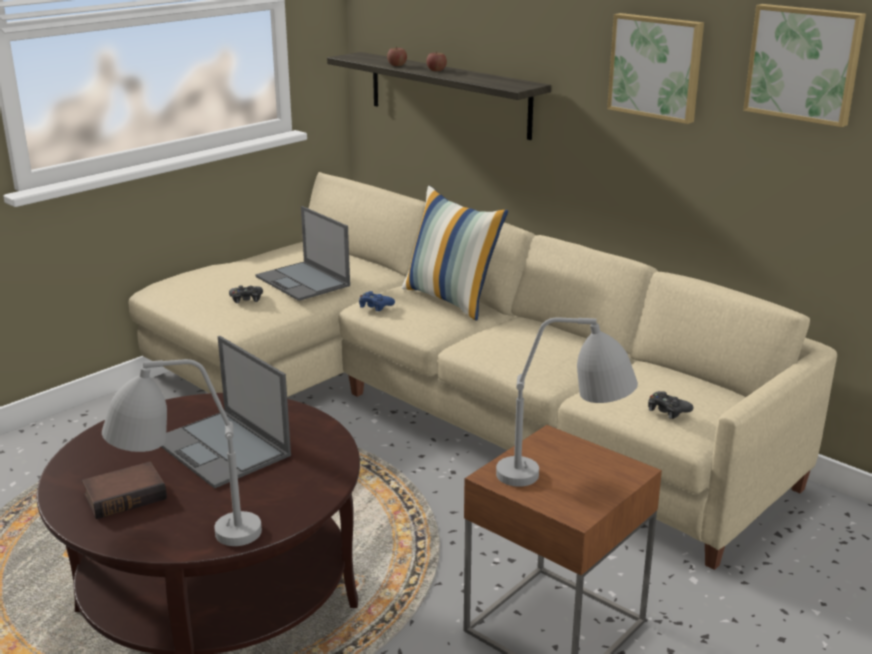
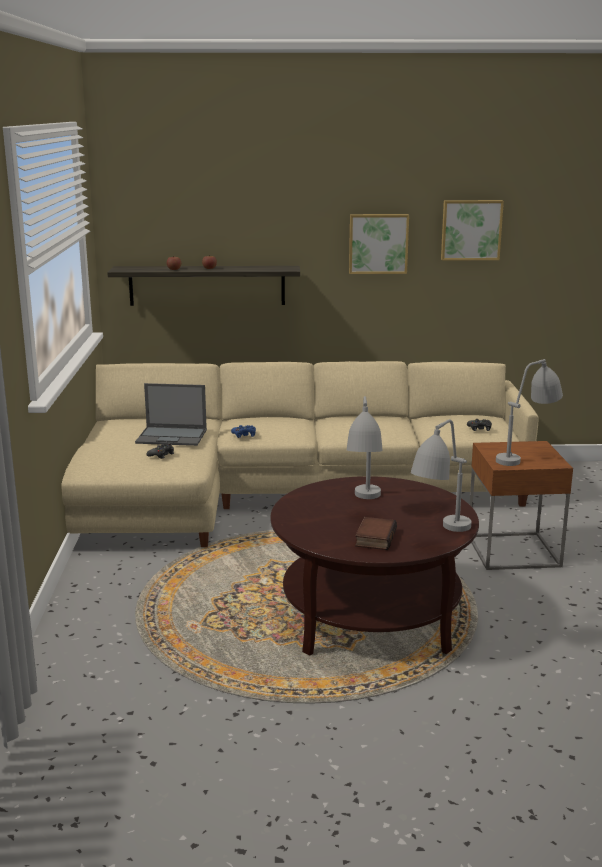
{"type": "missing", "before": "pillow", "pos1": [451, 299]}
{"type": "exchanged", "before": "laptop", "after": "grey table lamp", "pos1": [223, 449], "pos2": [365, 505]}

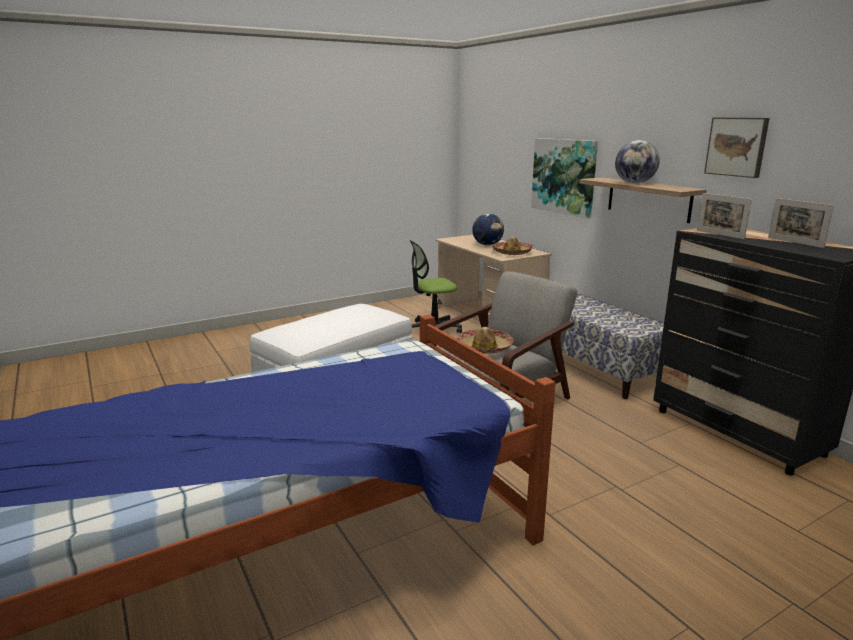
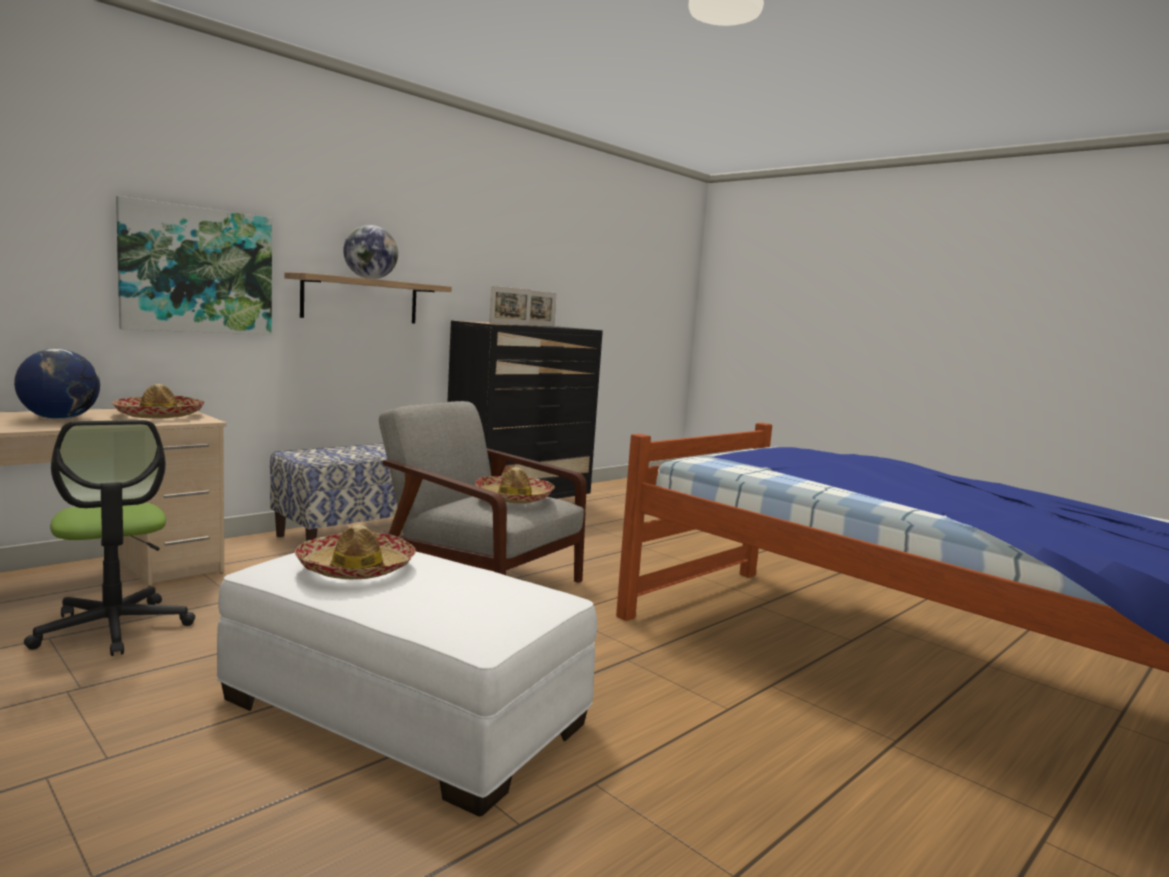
{"type": "missing", "before": "picture", "pos1": [737, 146]}
{"type": "appeared", "after": "hat", "pos2": [356, 568]}

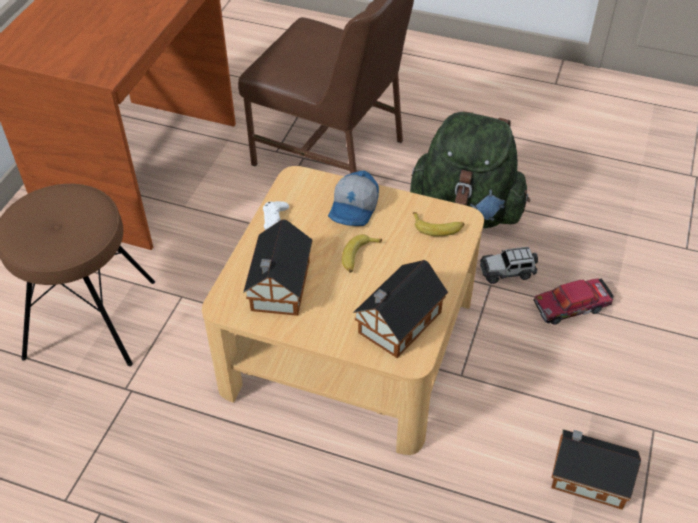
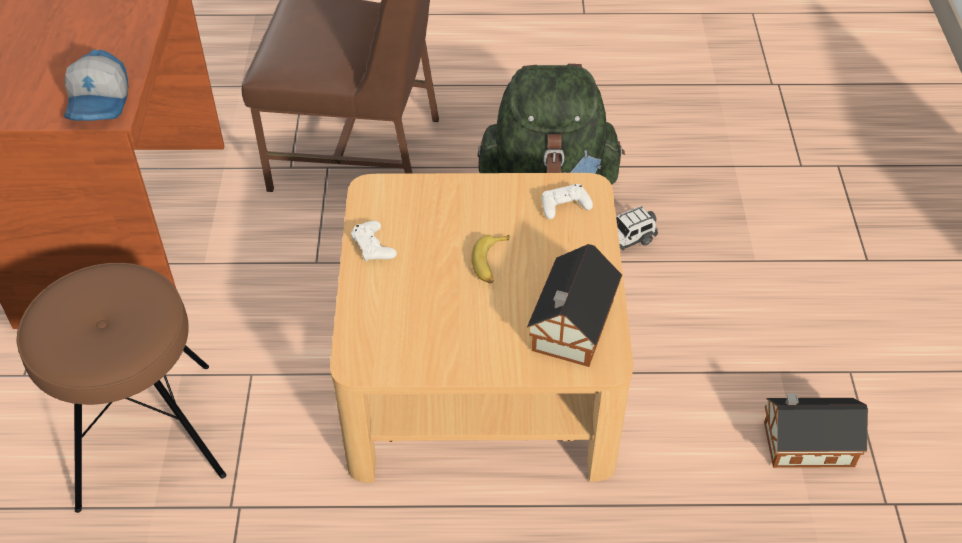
{"type": "missing", "before": "toy house", "pos1": [279, 288]}
{"type": "missing", "before": "toy car", "pos1": [572, 306]}
{"type": "relocated", "before": "cap", "pos1": [355, 208], "pos2": [100, 101]}
{"type": "exchanged", "before": "banana", "after": "white game controller", "pos1": [438, 227], "pos2": [564, 206]}

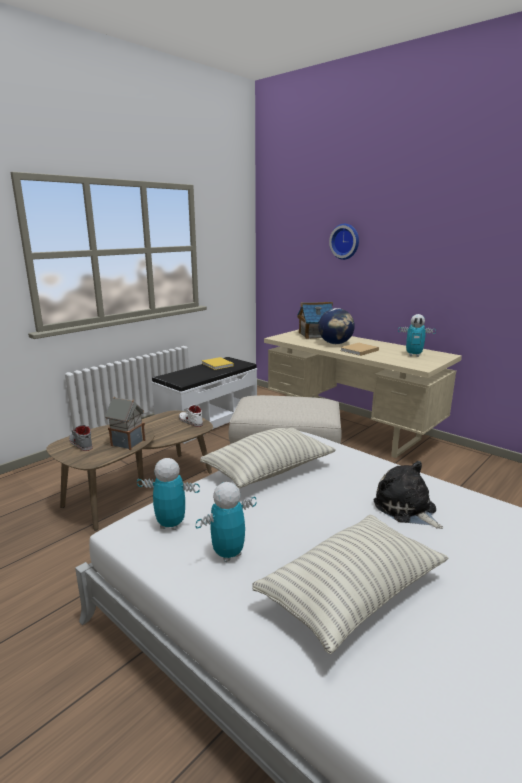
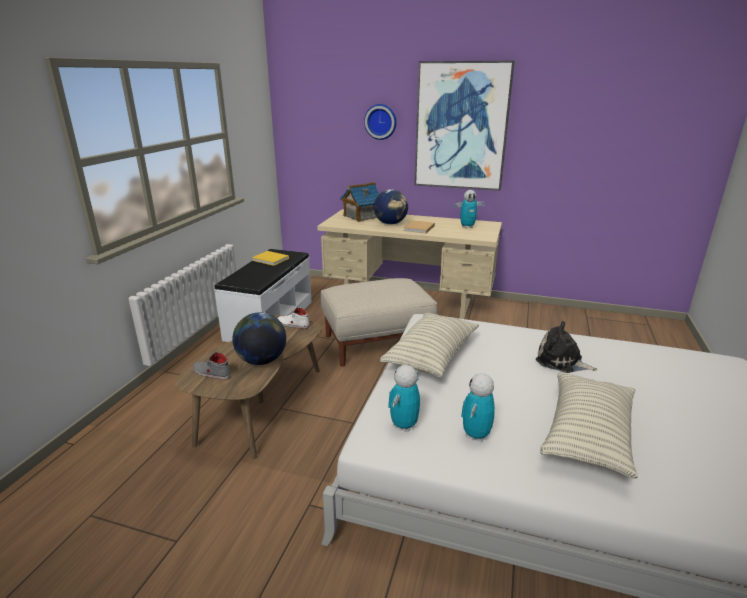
{"type": "appeared", "after": "picture", "pos2": [461, 126]}
{"type": "exchanged", "before": "toy house", "after": "globe", "pos1": [127, 443], "pos2": [261, 360]}
{"type": "spun", "before": "toy robot", "pos1": [171, 524], "pos2": [404, 425], "turn": -45}

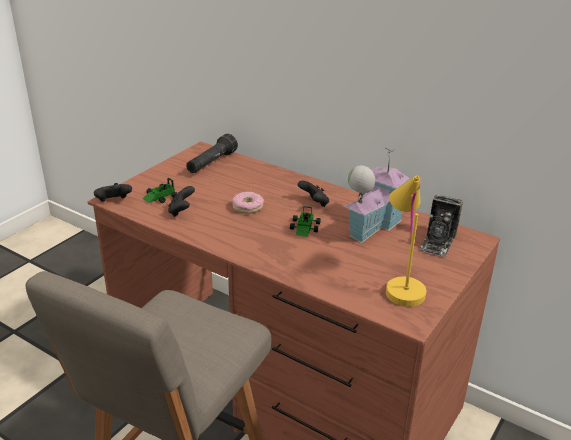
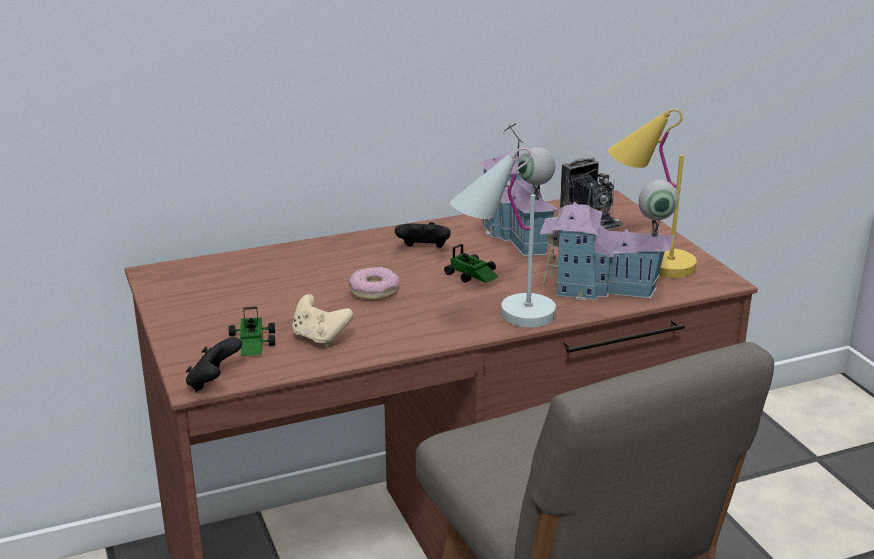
{"type": "missing", "before": "black flashlight", "pos1": [211, 163]}
{"type": "appeared", "after": "white table lamp", "pos2": [502, 315]}
{"type": "appeared", "after": "toy house", "pos2": [602, 288]}
{"type": "colour", "before": "black game controller", "after": "beige game controller", "pos1": [181, 211], "pos2": [320, 338]}

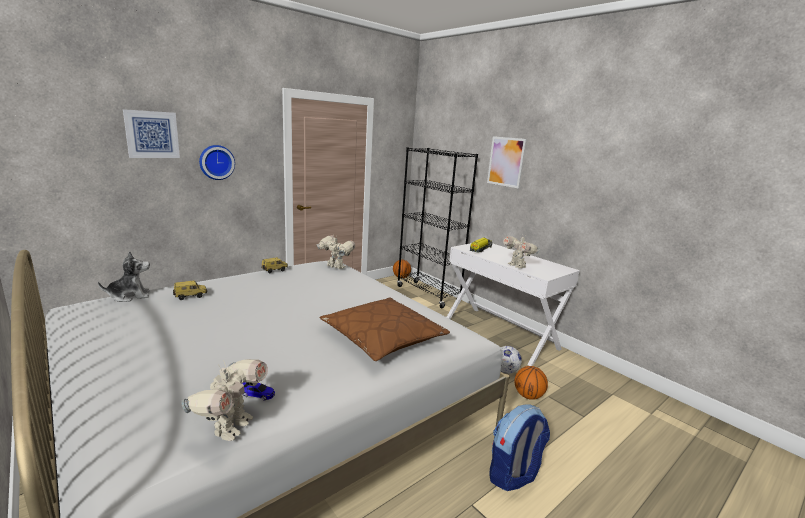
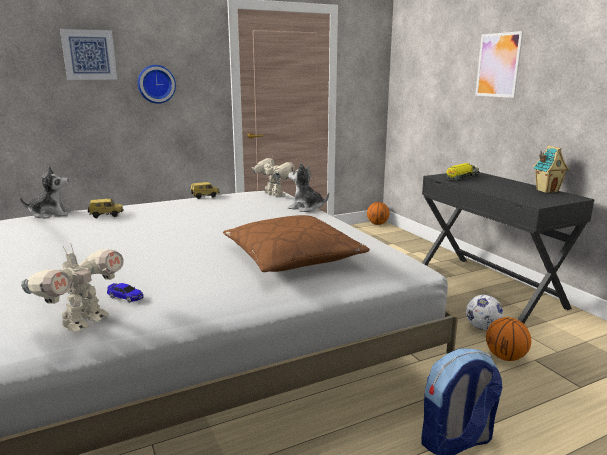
{"type": "missing", "before": "black bookcase", "pos1": [428, 294]}
{"type": "missing", "before": "toy robot", "pos1": [517, 266]}
{"type": "appeared", "after": "plush toy", "pos2": [306, 208]}
{"type": "appeared", "after": "toy house", "pos2": [547, 190]}
{"type": "colour", "before": "white desk", "after": "black desk", "pos1": [500, 334], "pos2": [488, 287]}

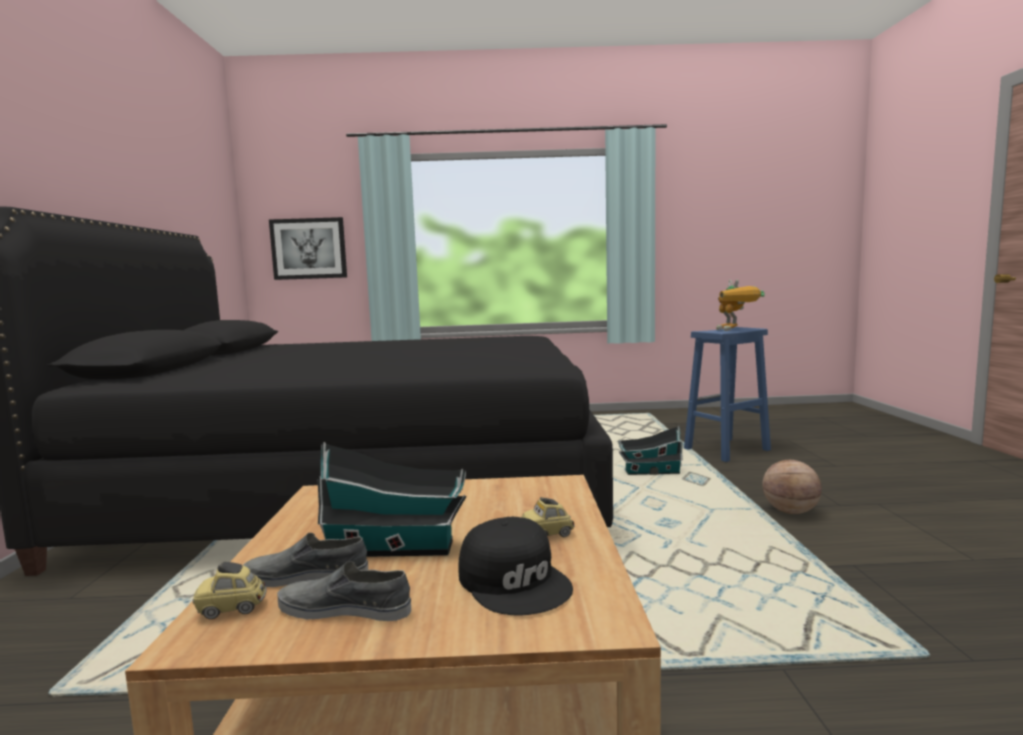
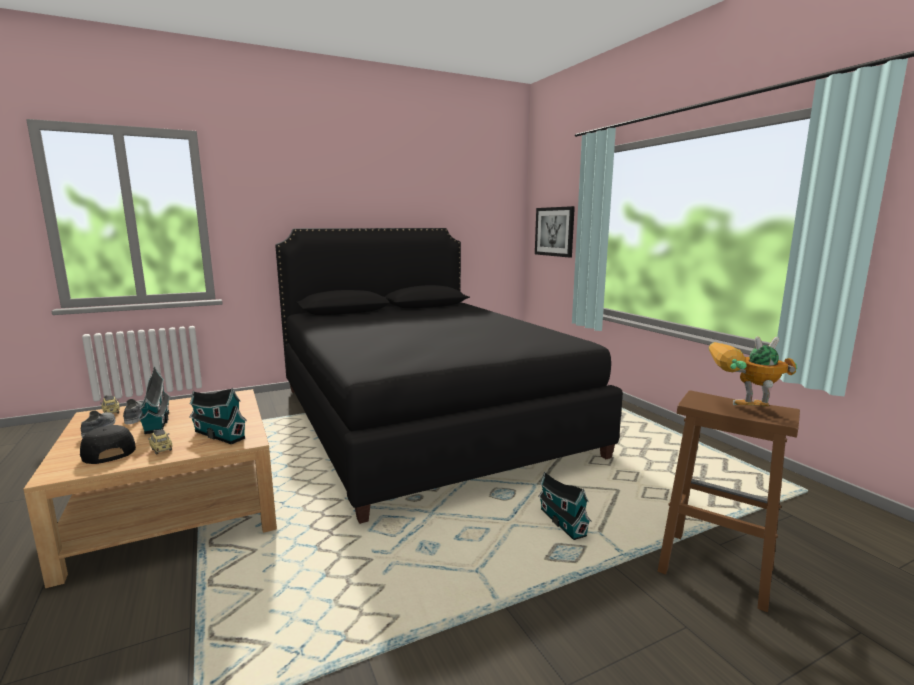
{"type": "missing", "before": "basketball", "pos1": [790, 511]}
{"type": "appeared", "after": "toy house", "pos2": [218, 434]}
{"type": "colour", "before": "blue stool", "after": "brown stool", "pos1": [726, 450], "pos2": [713, 569]}
{"type": "spun", "before": "black cap", "pos1": [515, 581], "pos2": [107, 451], "turn": 105}
{"type": "spun", "before": "toy robot", "pos1": [735, 330], "pos2": [740, 410], "turn": 45}

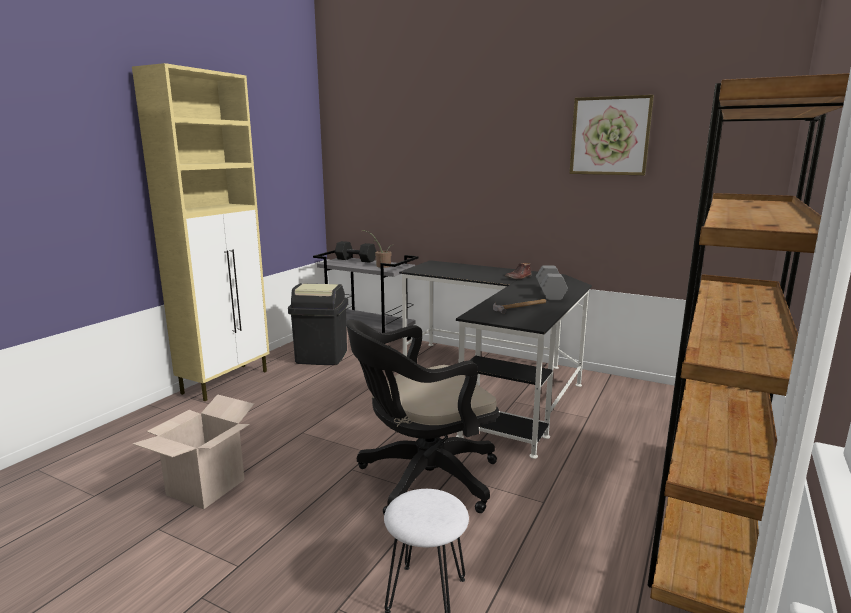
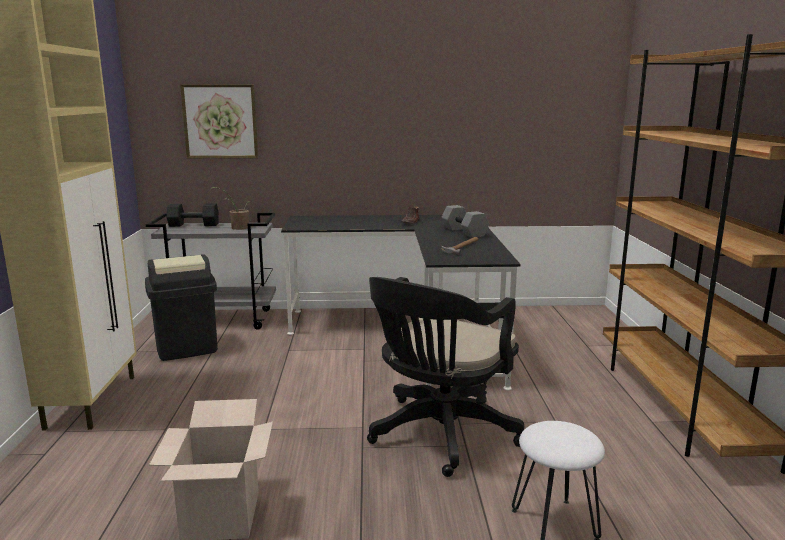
{"type": "relocated", "before": "picture", "pos1": [610, 136], "pos2": [220, 121]}

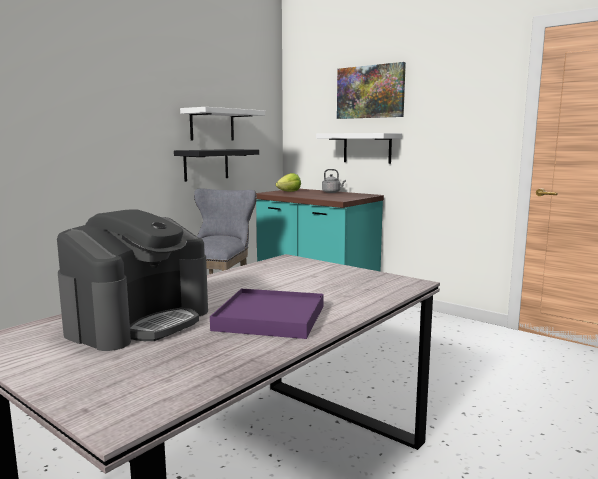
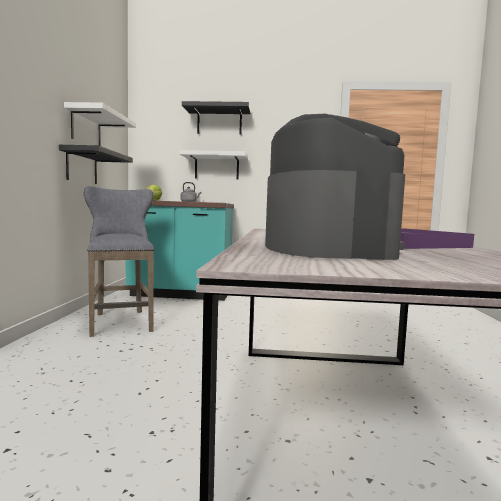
{"type": "exchanged", "before": "picture", "after": "black shelf", "pos1": [370, 92], "pos2": [219, 122]}

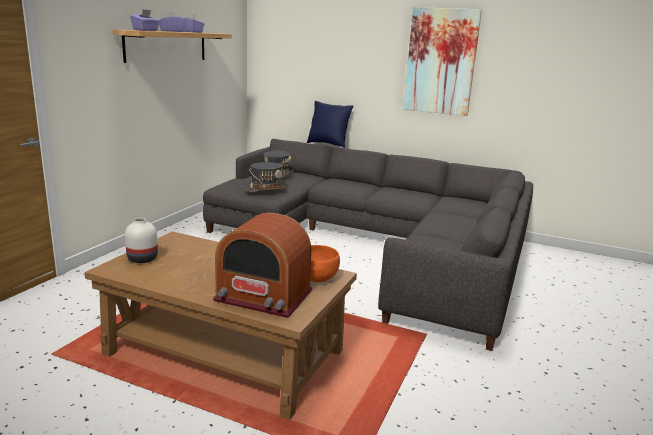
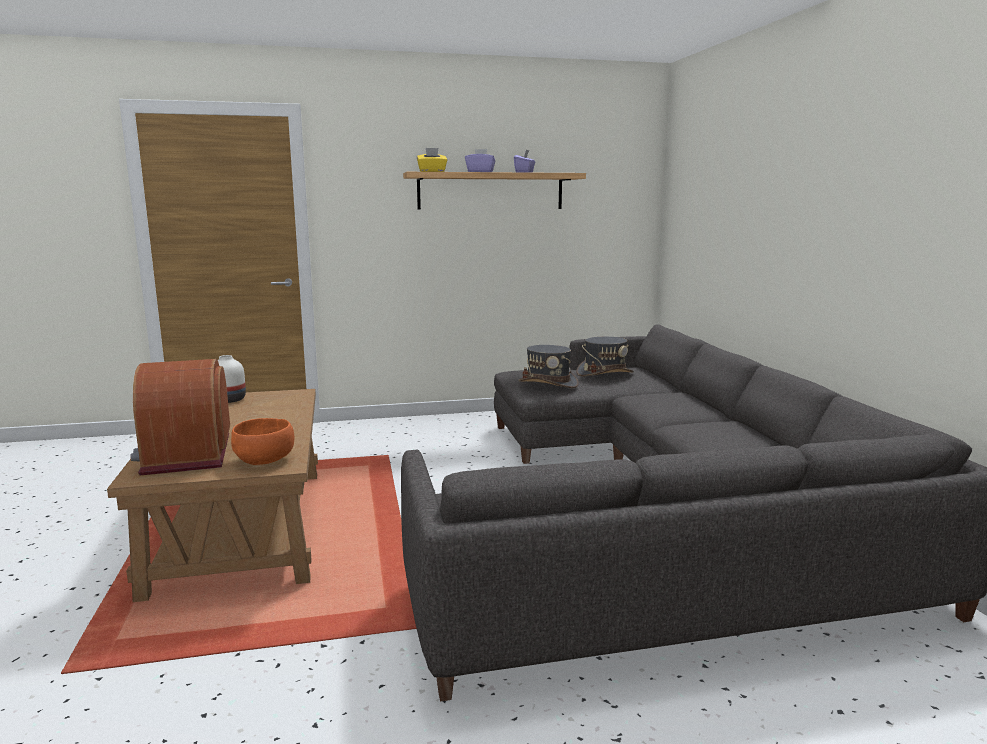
{"type": "missing", "before": "blue pillow", "pos1": [328, 144]}
{"type": "missing", "before": "picture", "pos1": [441, 61]}
{"type": "colour", "before": "purple tissue box", "after": "yellow tissue box", "pos1": [146, 30], "pos2": [432, 171]}

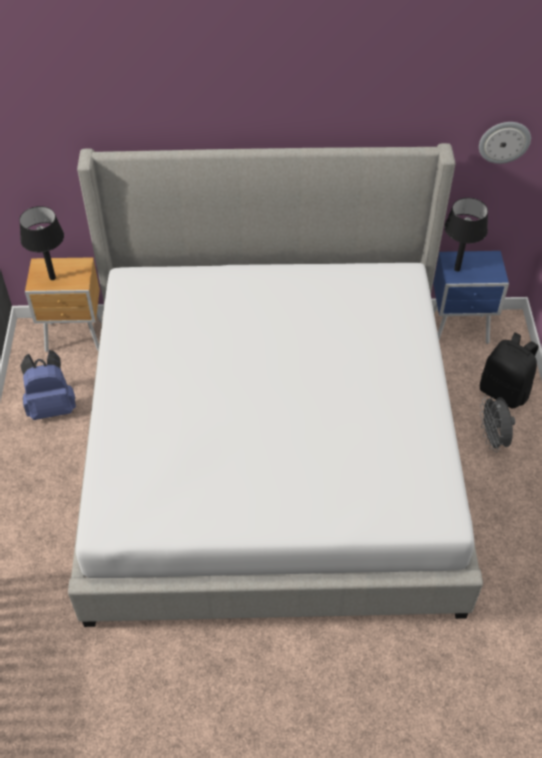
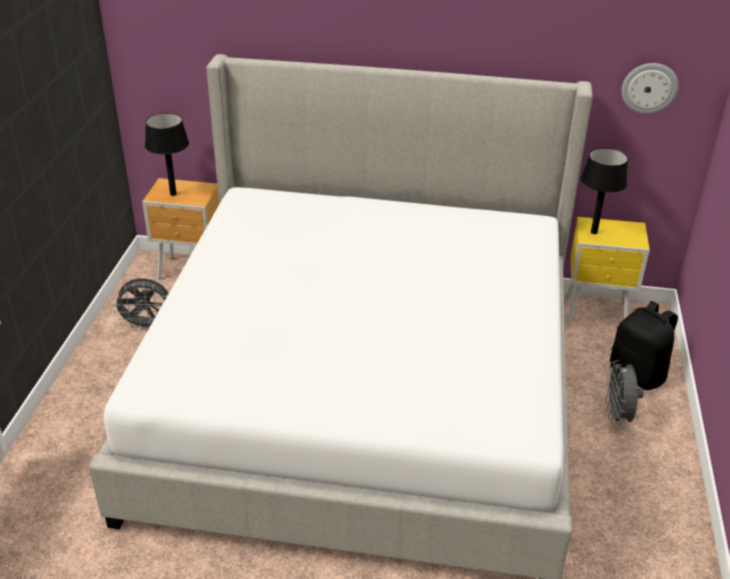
{"type": "exchanged", "before": "blue backpack", "after": "grey fan", "pos1": [52, 407], "pos2": [147, 325]}
{"type": "colour", "before": "blue nightstand", "after": "yellow nightstand", "pos1": [460, 330], "pos2": [597, 314]}

